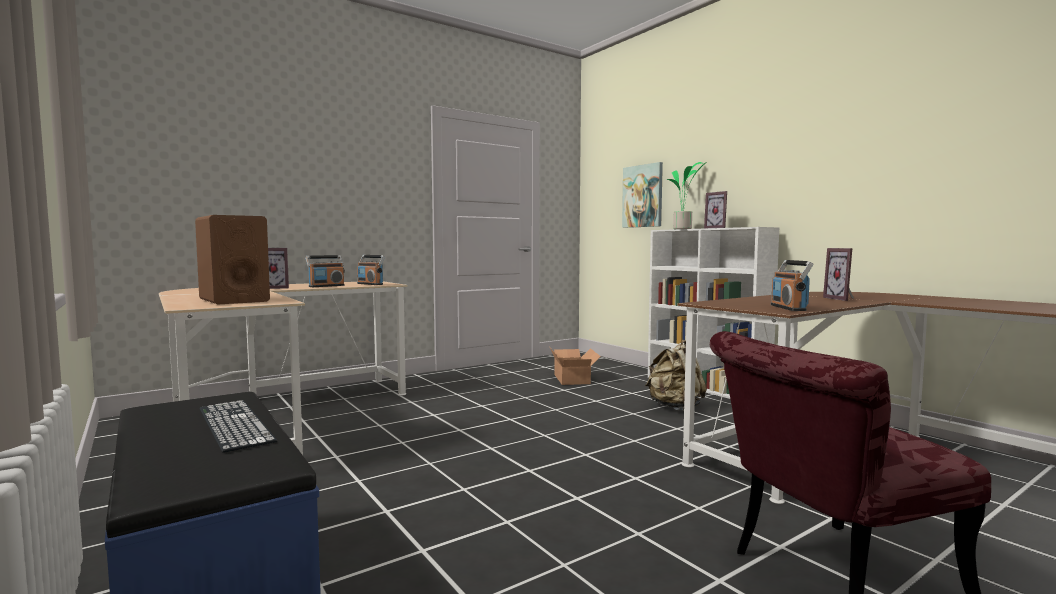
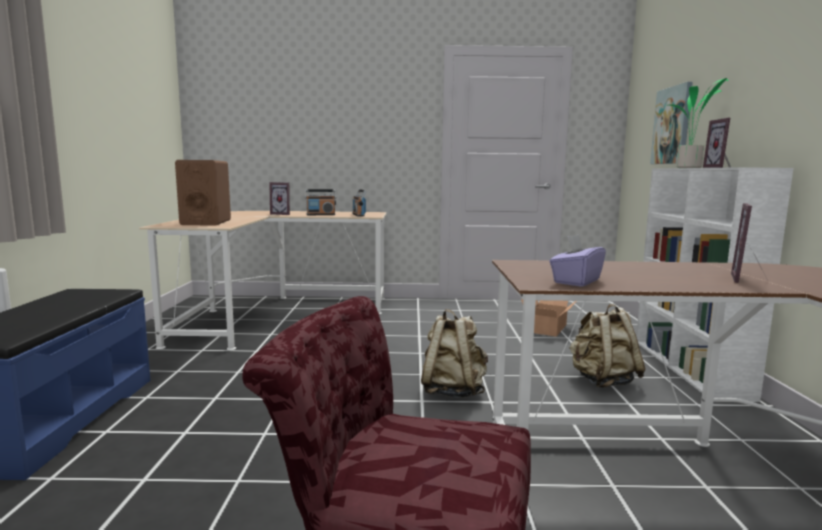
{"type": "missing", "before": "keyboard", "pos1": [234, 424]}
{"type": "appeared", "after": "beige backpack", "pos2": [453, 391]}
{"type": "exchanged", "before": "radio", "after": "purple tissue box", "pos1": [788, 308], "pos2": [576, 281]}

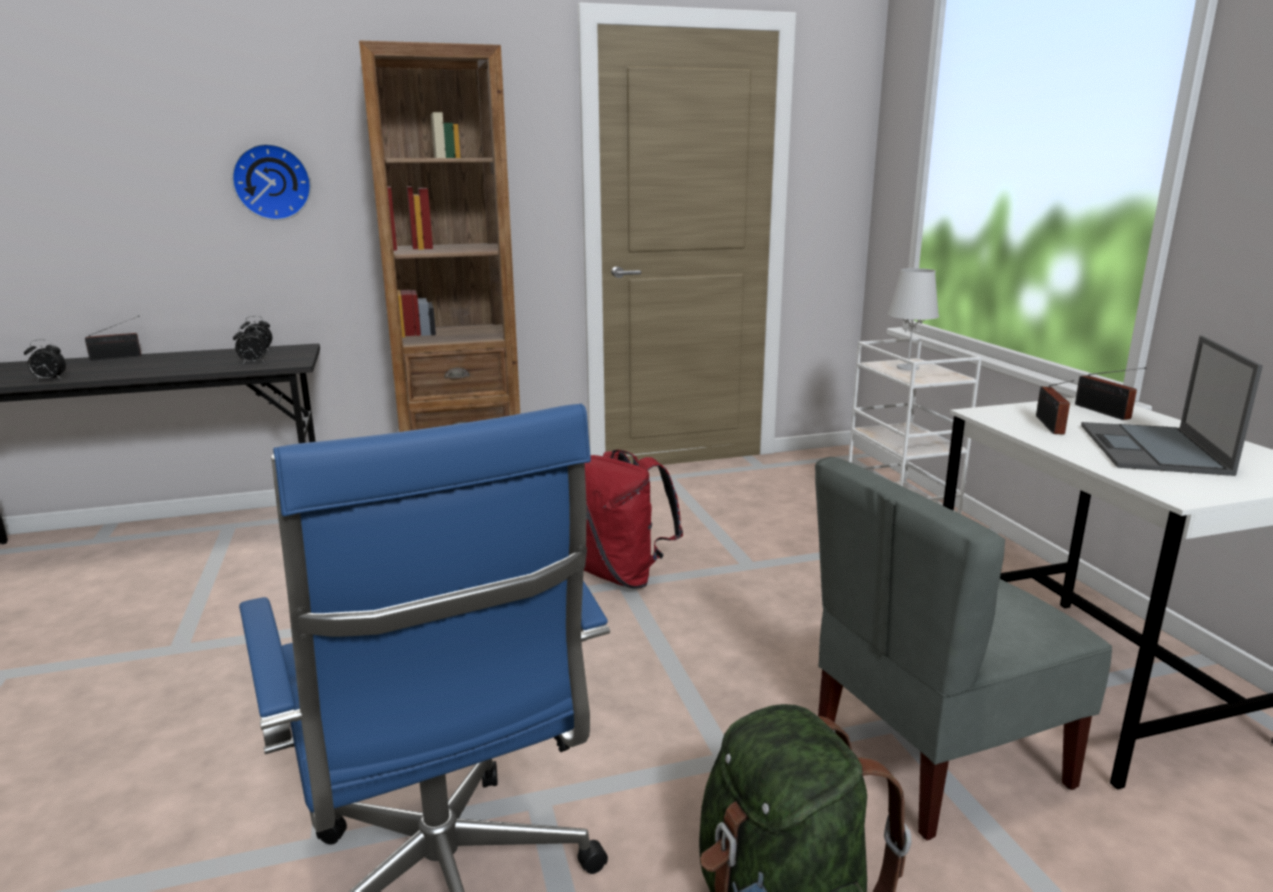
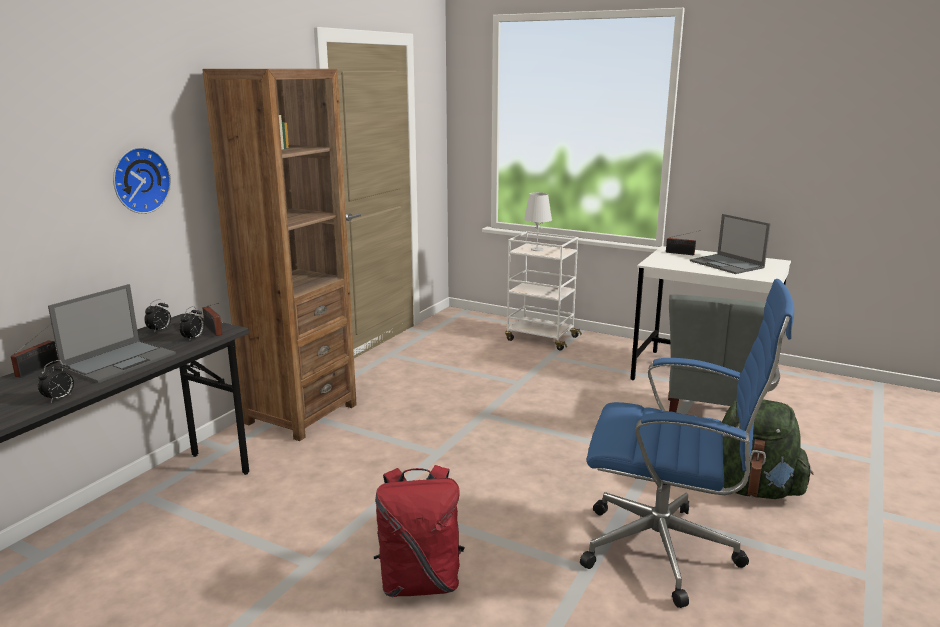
{"type": "appeared", "after": "laptop", "pos2": [120, 361]}
{"type": "relocated", "before": "red backpack", "pos1": [623, 575], "pos2": [420, 582]}
{"type": "relocated", "before": "radio", "pos1": [1050, 426], "pos2": [213, 331]}

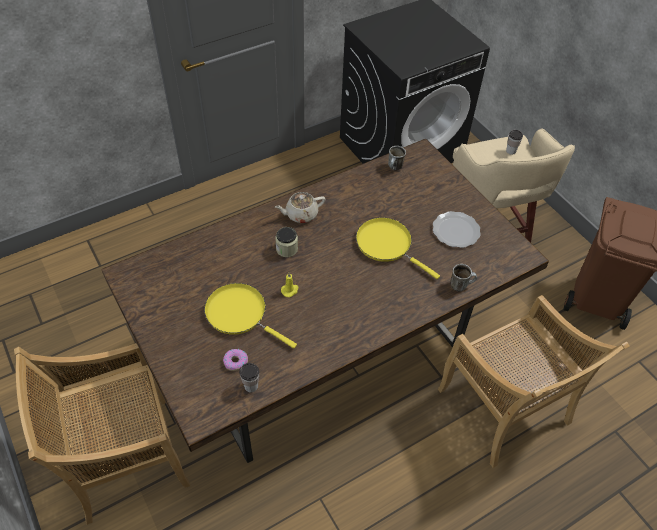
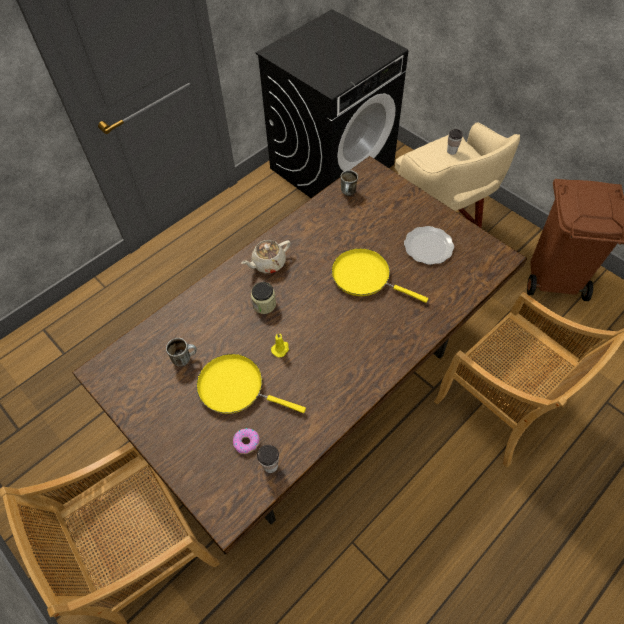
{"type": "relocated", "before": "mug", "pos1": [461, 285], "pos2": [185, 358]}

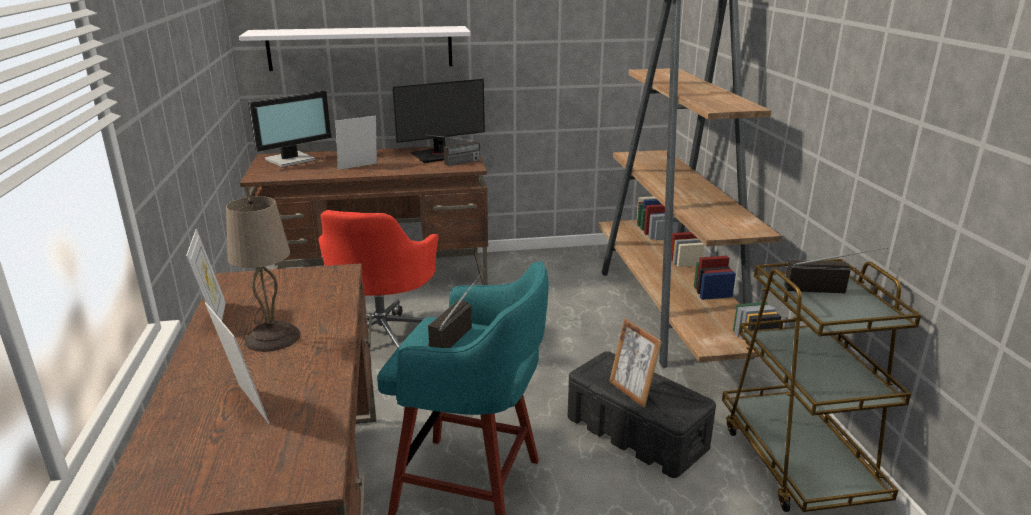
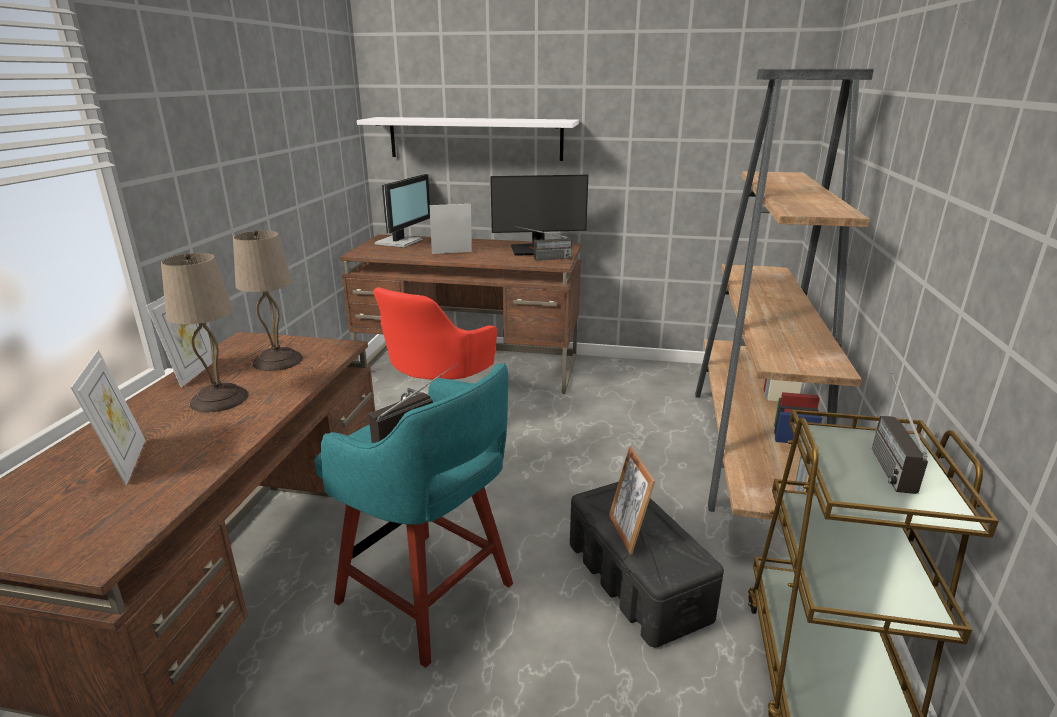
{"type": "appeared", "after": "beige table lamp", "pos2": [278, 360]}
{"type": "spun", "before": "monitor", "pos1": [291, 160], "pos2": [401, 242], "turn": -45}
{"type": "spun", "before": "radio", "pos1": [829, 289], "pos2": [884, 458], "turn": -105}

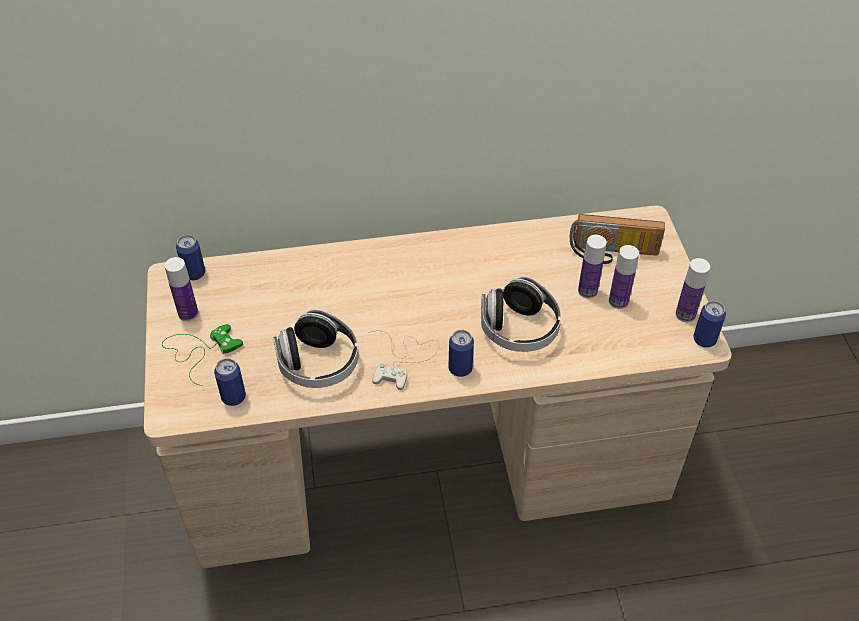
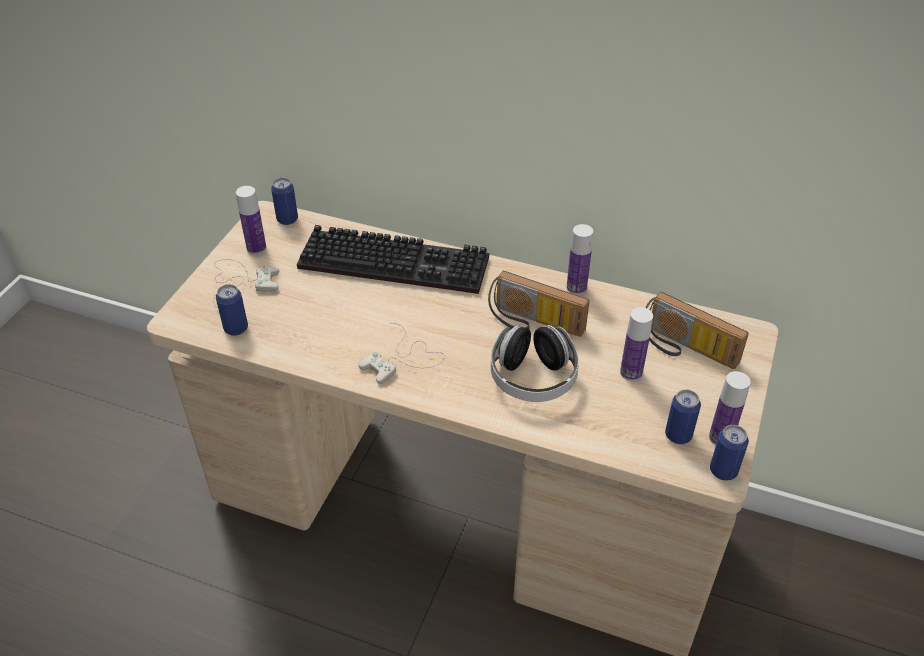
{"type": "missing", "before": "headphones", "pos1": [318, 363]}
{"type": "appeared", "after": "keyboard", "pos2": [397, 261]}
{"type": "appeared", "after": "radio", "pos2": [533, 323]}
{"type": "relocated", "before": "can", "pos1": [460, 369], "pos2": [678, 435]}
{"type": "relocated", "before": "bottle", "pos1": [618, 301], "pos2": [576, 288]}
{"type": "colour", "before": "green game controller", "after": "white game controller", "pos1": [200, 350], "pos2": [241, 280]}

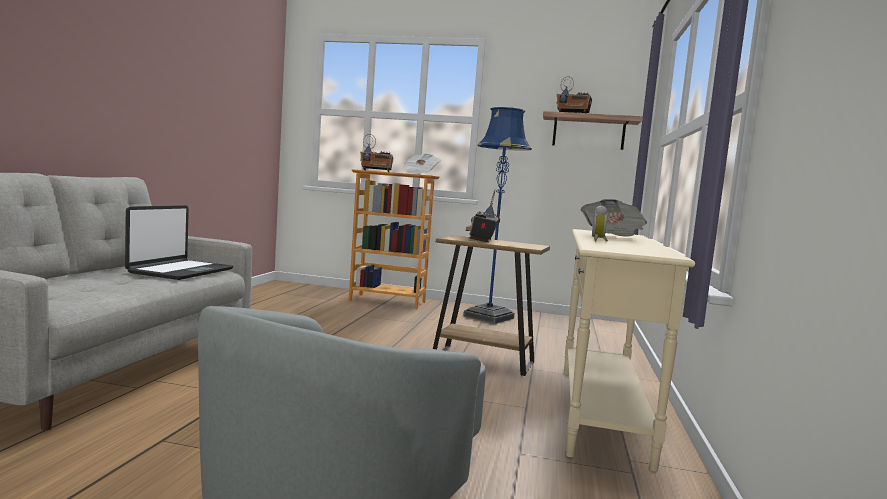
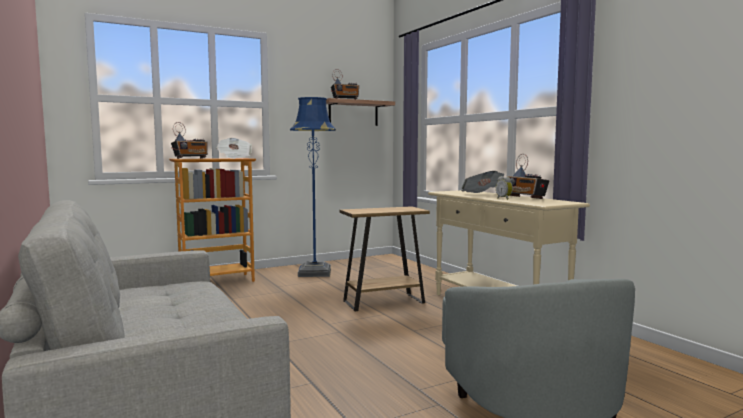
{"type": "missing", "before": "laptop", "pos1": [180, 271]}
{"type": "relocated", "before": "radio", "pos1": [482, 240], "pos2": [526, 198]}

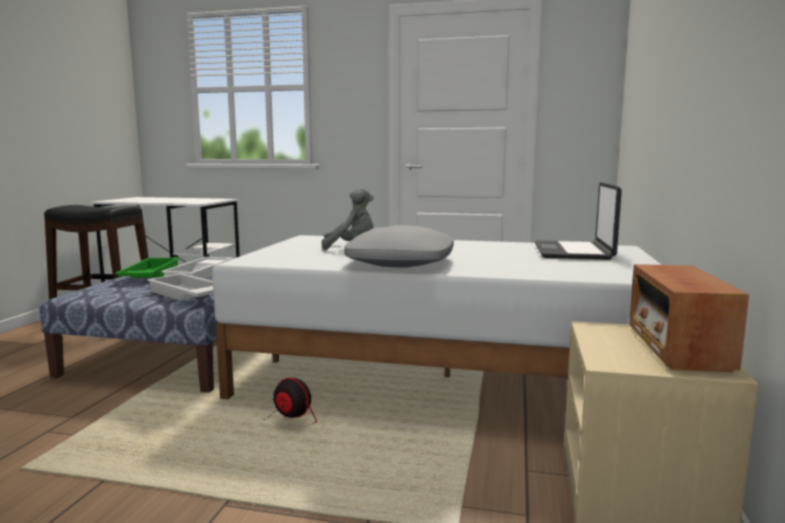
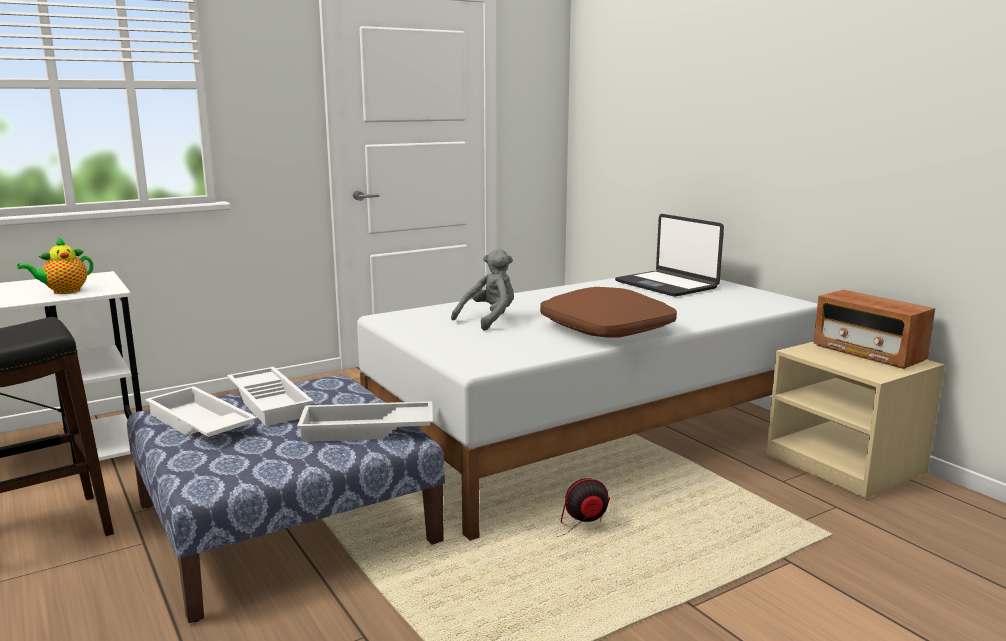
{"type": "appeared", "after": "teapot", "pos2": [63, 291]}
{"type": "colour", "before": "green tray", "after": "white tray", "pos1": [149, 275], "pos2": [198, 424]}
{"type": "colour", "before": "grey pillow", "after": "brown pillow", "pos1": [401, 262], "pos2": [607, 328]}

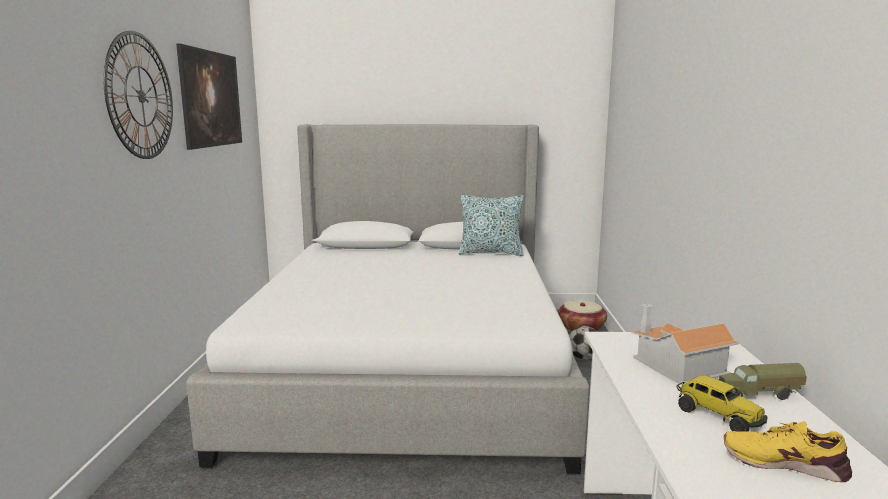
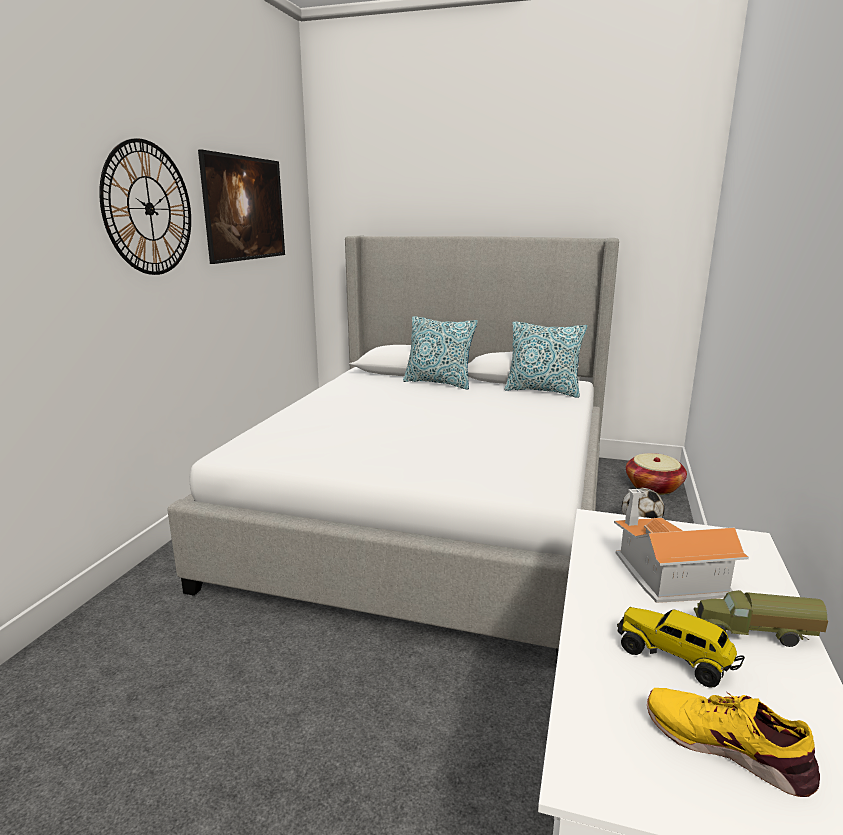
{"type": "appeared", "after": "pillow", "pos2": [439, 383]}
{"type": "spun", "before": "toy truck", "pos1": [717, 417], "pos2": [675, 658], "turn": 150}

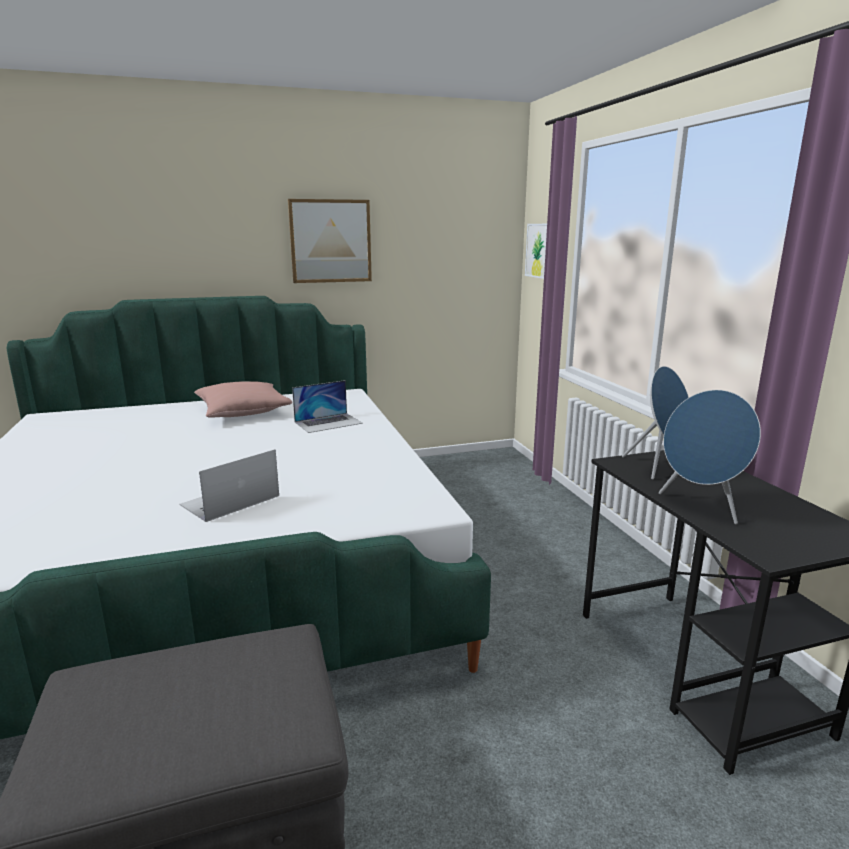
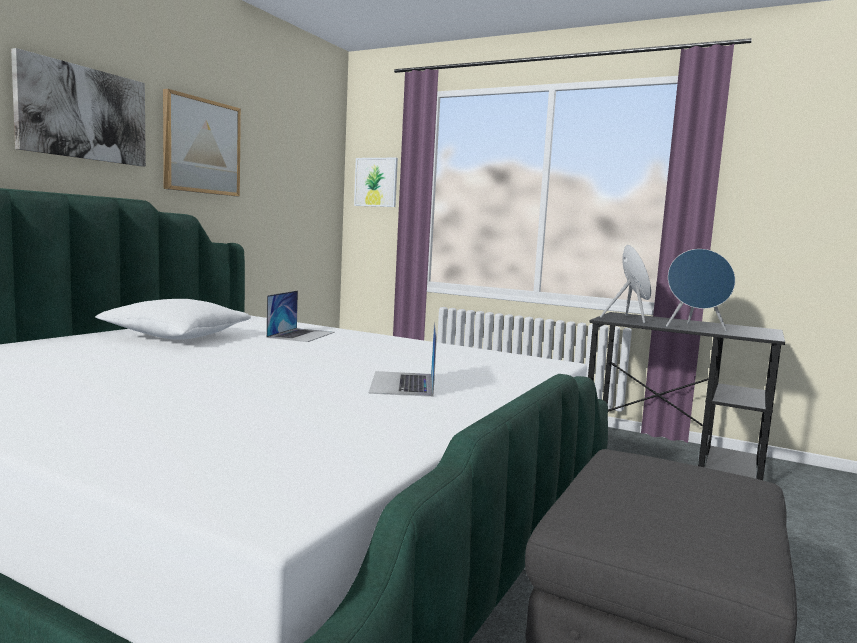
{"type": "appeared", "after": "picture", "pos2": [82, 113]}
{"type": "colour", "before": "pink pillow", "after": "white pillow", "pos1": [243, 412], "pos2": [177, 337]}

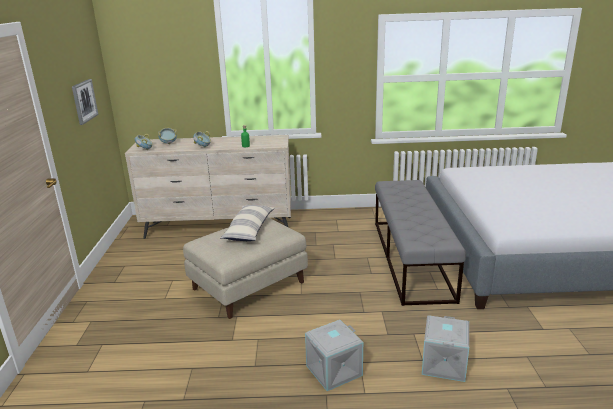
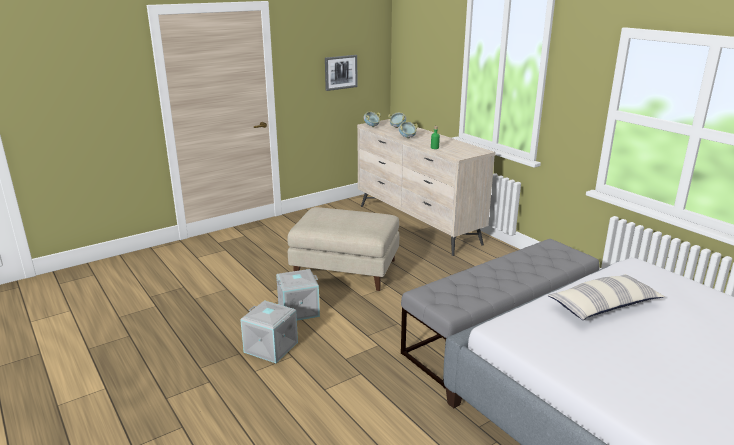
{"type": "relocated", "before": "pillow", "pos1": [249, 230], "pos2": [603, 306]}
{"type": "relocated", "before": "grey storage box", "pos1": [442, 363], "pos2": [298, 310]}

